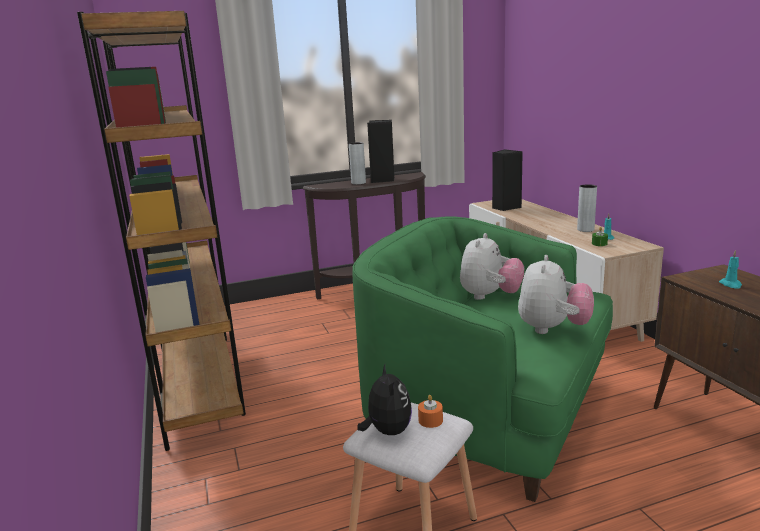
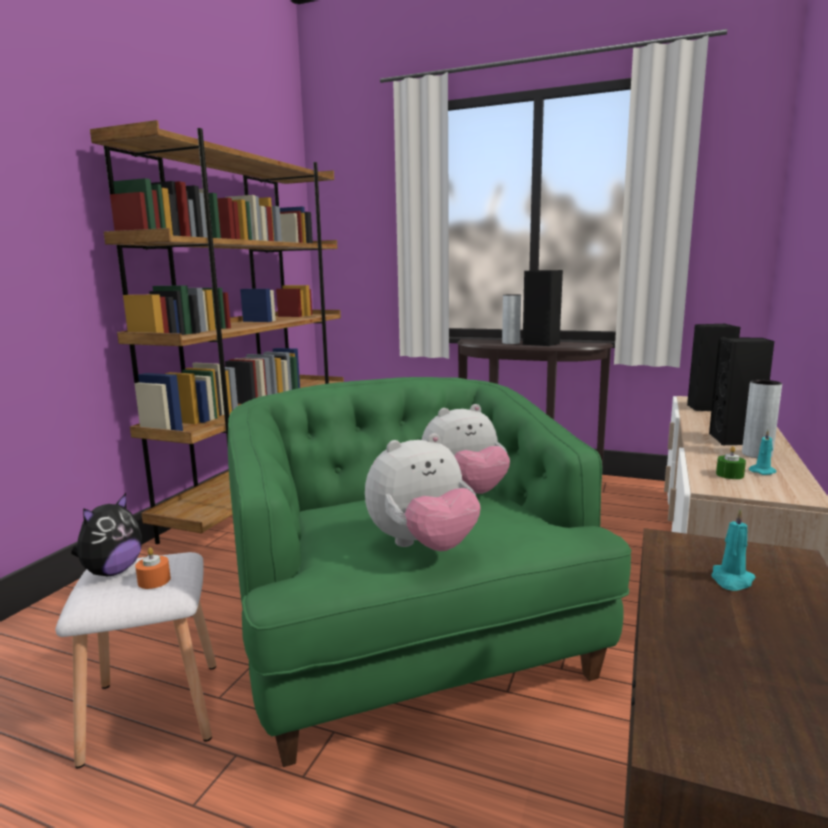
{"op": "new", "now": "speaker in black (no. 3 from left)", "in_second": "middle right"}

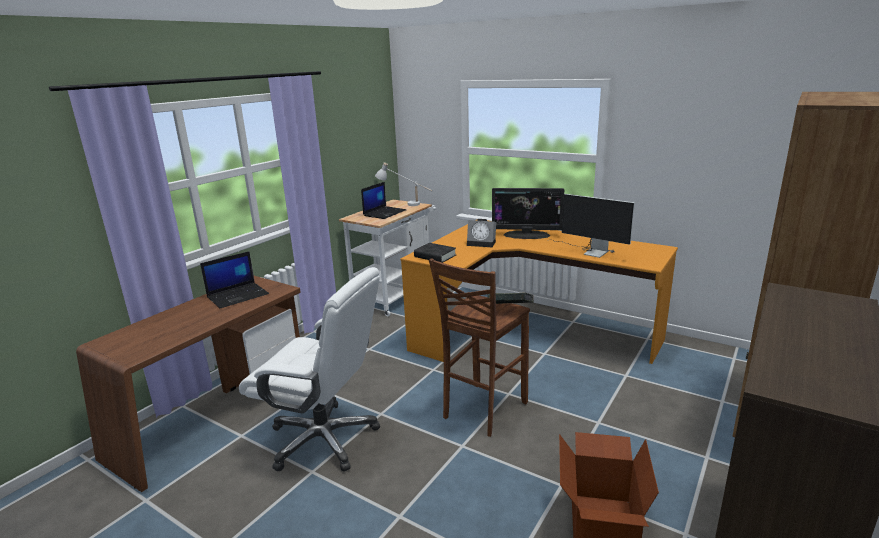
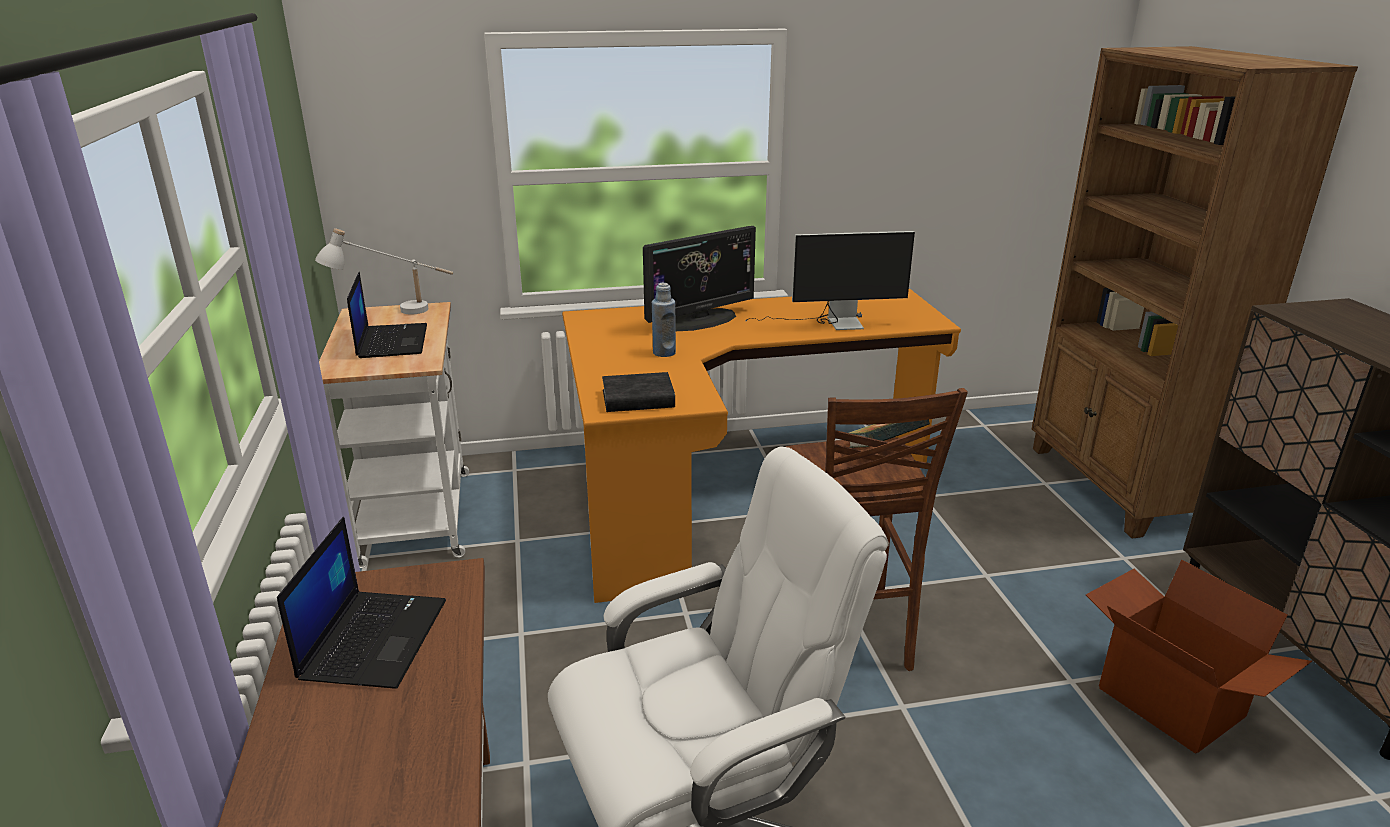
{"op": "swapped", "was": "alarm clock", "now": "bottle in blue", "in_first": "centre", "in_second": "centre"}

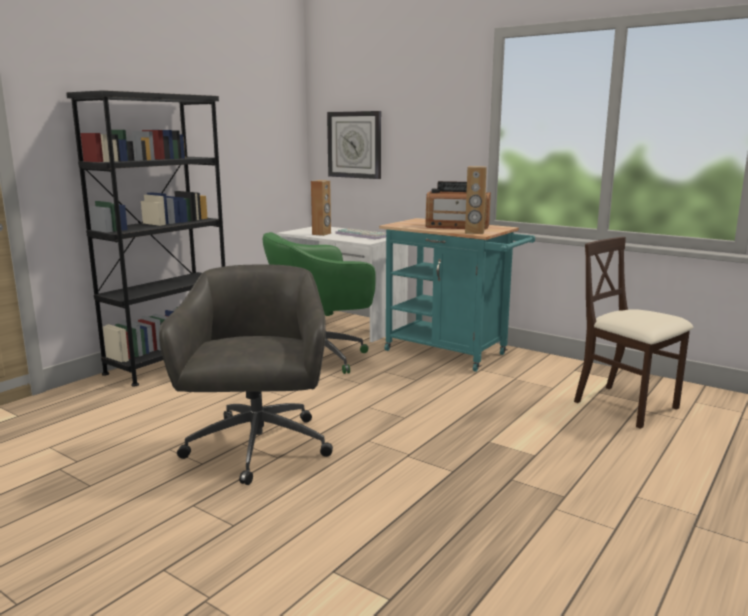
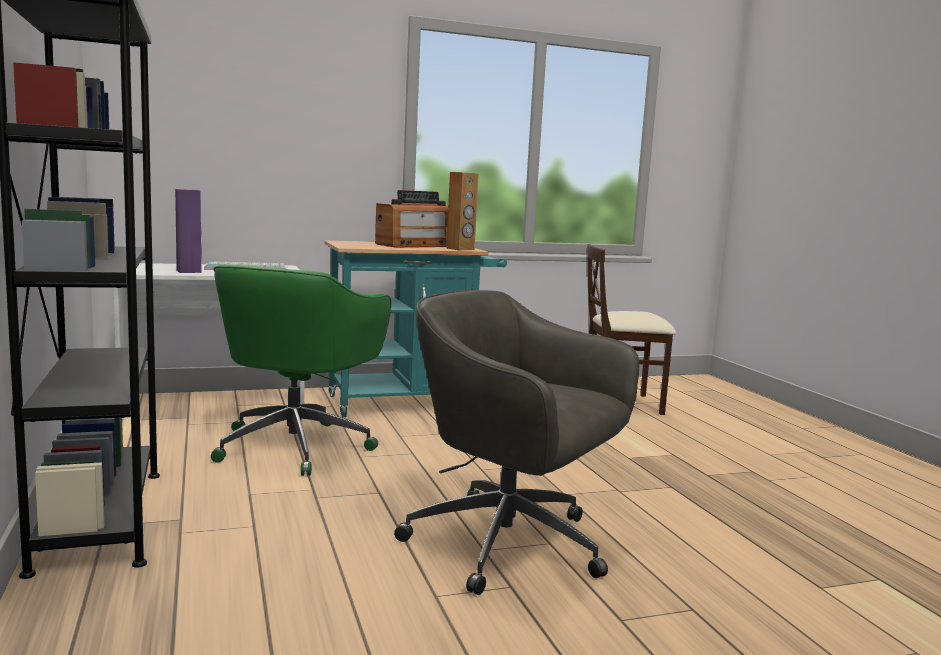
{"op": "gone", "was": "wall clock", "in_first": "top centre"}
{"op": "repainted", "was": "speaker in brown (no. 1 from left)", "now": "speaker in purple", "in_first": "centre", "in_second": "middle left"}

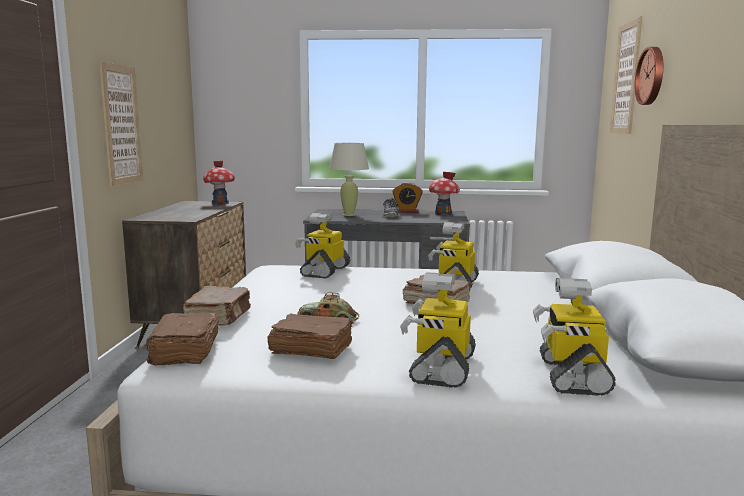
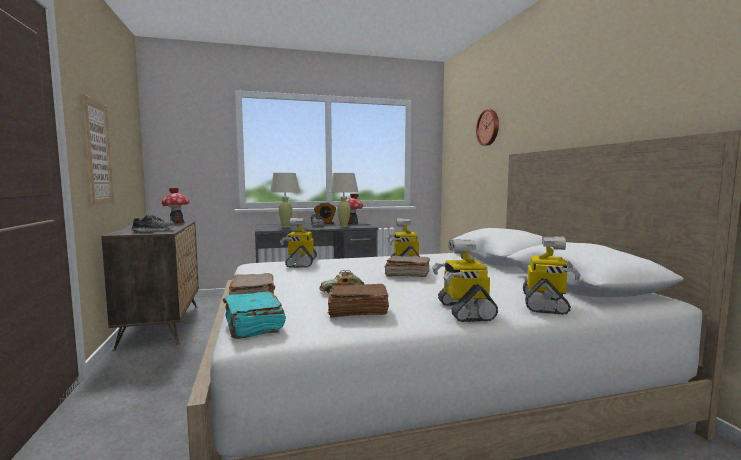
{"op": "gone", "was": "picture (no. 2 from left)", "in_first": "top right"}
{"op": "rotated", "was": "toy robot (no. 4 from left)", "in_first": "bottom right", "in_second": "middle right", "clockwise": -150}
{"op": "repainted", "was": "book in brown (no. 1 from left)", "now": "book in turquoise", "in_first": "bottom left", "in_second": "bottom centre"}
{"op": "new", "now": "table lamp in beige (no. 2 from left)", "in_second": "centre"}
{"op": "new", "now": "shoe (no. 1 from left)", "in_second": "middle left"}

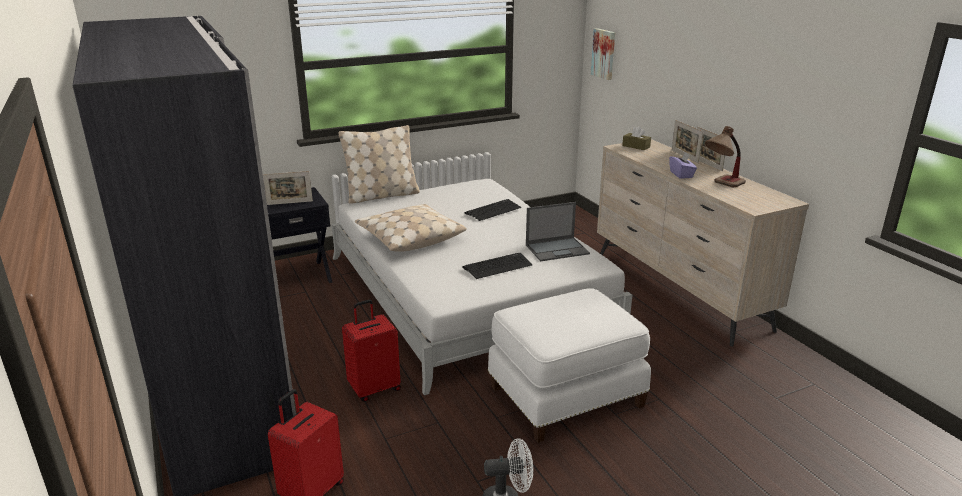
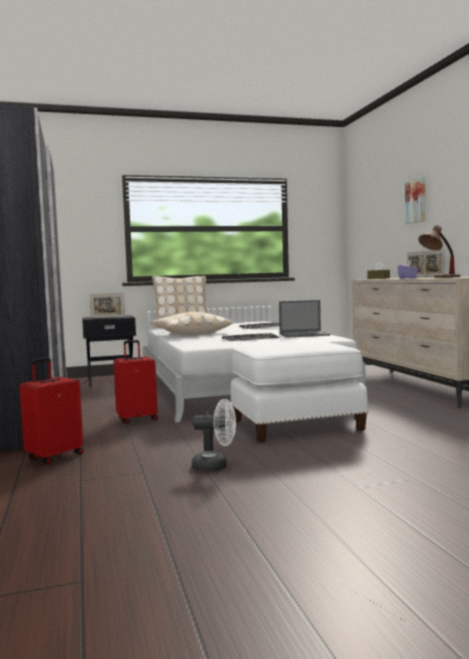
{"op": "shifted", "was": "picture", "in_first": "top centre", "in_second": "top right"}

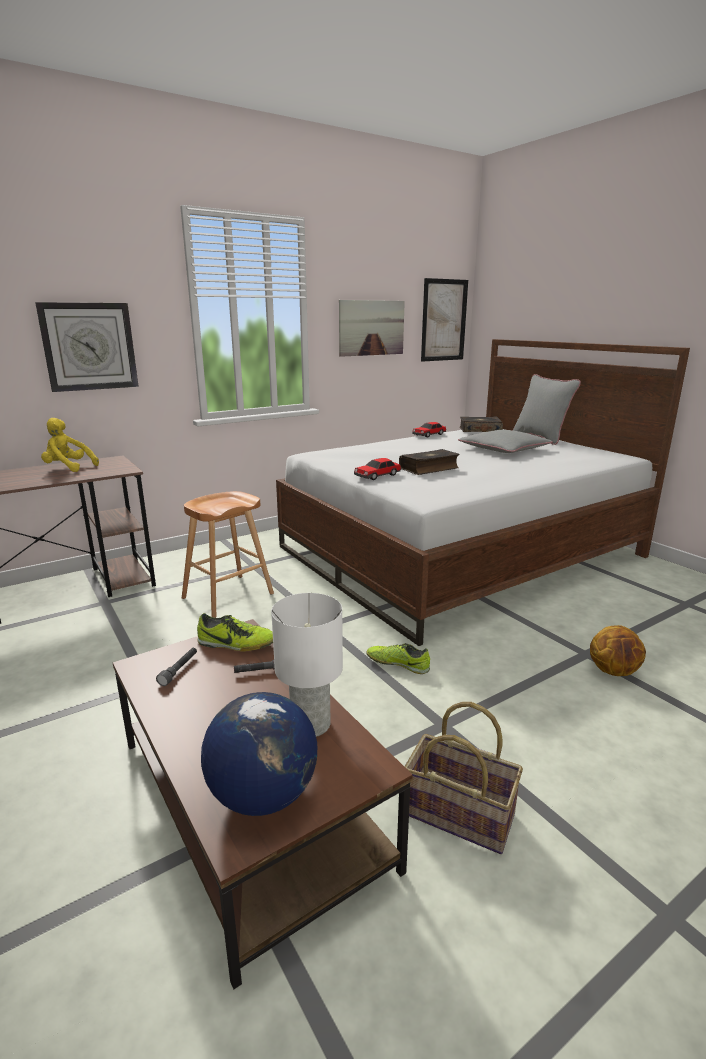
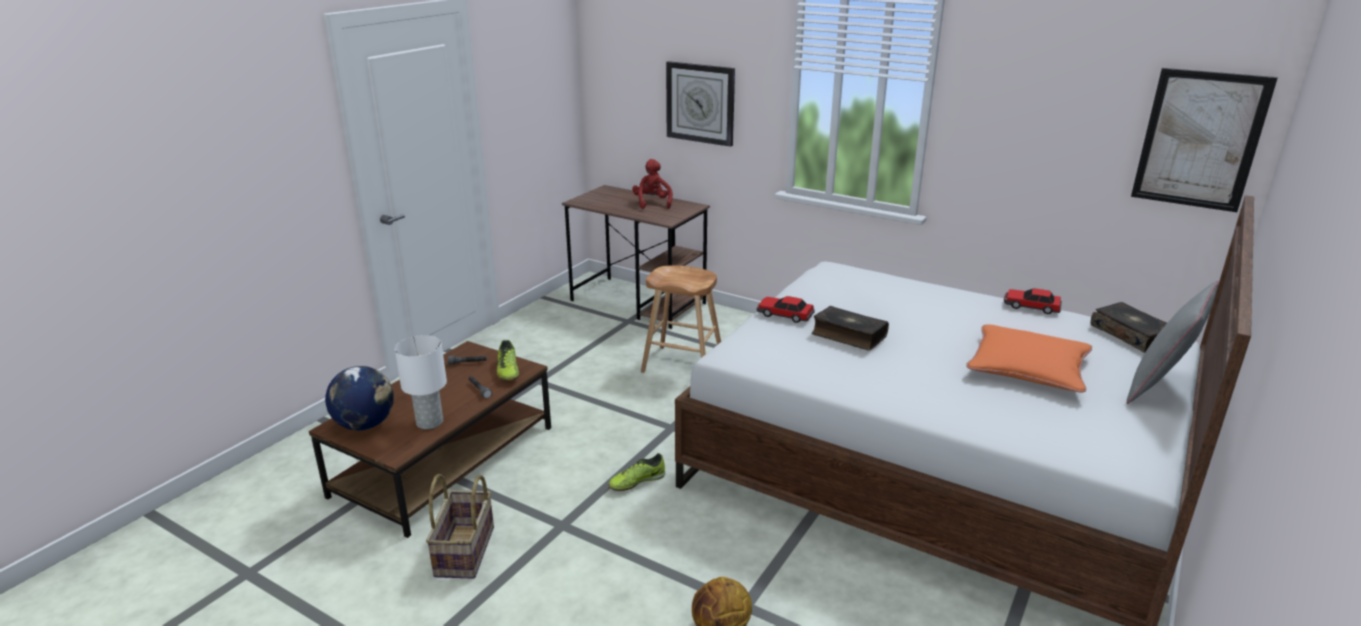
{"op": "gone", "was": "picture (no. 1 from left)", "in_first": "top centre"}
{"op": "repainted", "was": "plush toy in yellow", "now": "plush toy in red", "in_first": "middle left", "in_second": "top centre"}
{"op": "repainted", "was": "pillow in grey (no. 1 from left)", "now": "pillow in orange", "in_first": "middle right", "in_second": "middle right"}
{"op": "rotated", "was": "shoe (no. 2 from left)", "in_first": "centre", "in_second": "bottom centre", "clockwise": -120}

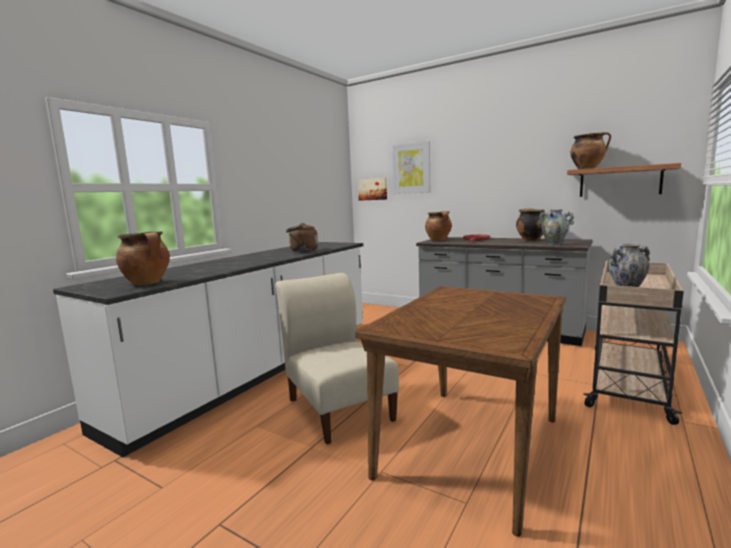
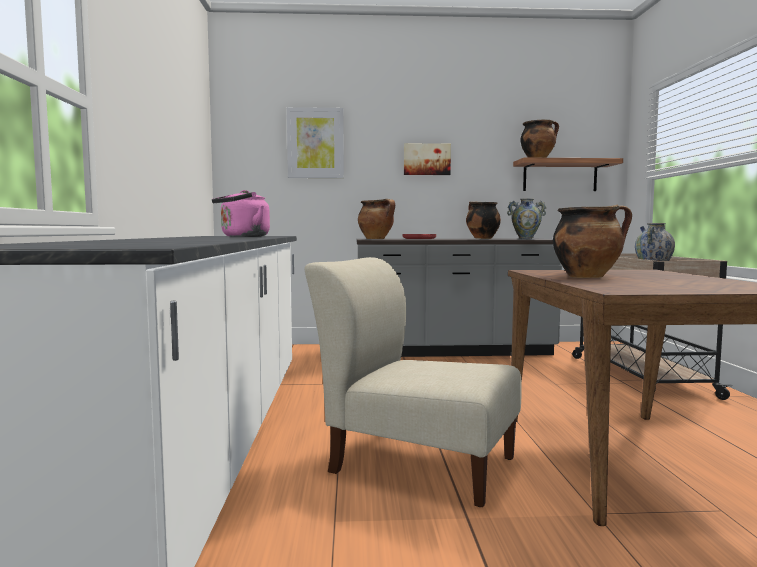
{"op": "shifted", "was": "picture (no. 1 from left in the first image)", "now": "picture (no. 2 from left)", "in_first": "centre", "in_second": "top centre"}
{"op": "repainted", "was": "kettle in brown", "now": "kettle in pink", "in_first": "centre", "in_second": "middle left"}
{"op": "shifted", "was": "cooking pot (no. 1 from left in the first image)", "now": "cooking pot (no. 4 from left)", "in_first": "middle left", "in_second": "middle right"}

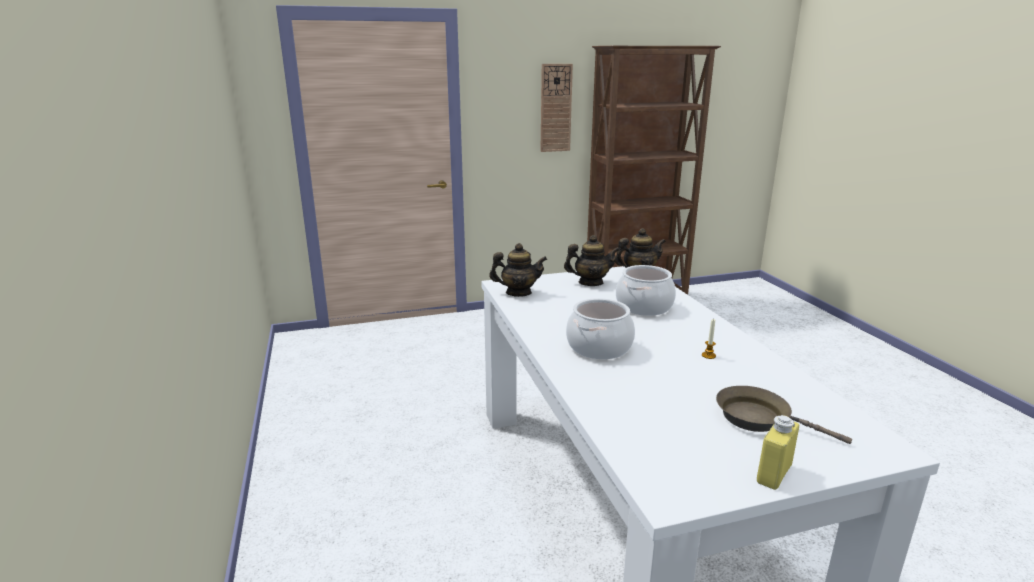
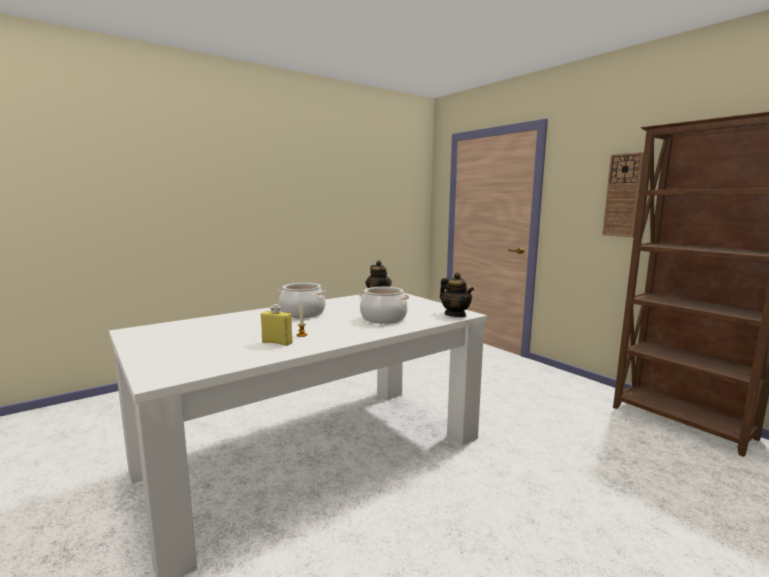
{"op": "gone", "was": "teapot (no. 2 from left)", "in_first": "centre"}
{"op": "gone", "was": "frying pan in brown", "in_first": "bottom right"}
{"op": "shifted", "was": "bottle in yellow", "in_first": "bottom right", "in_second": "centre"}

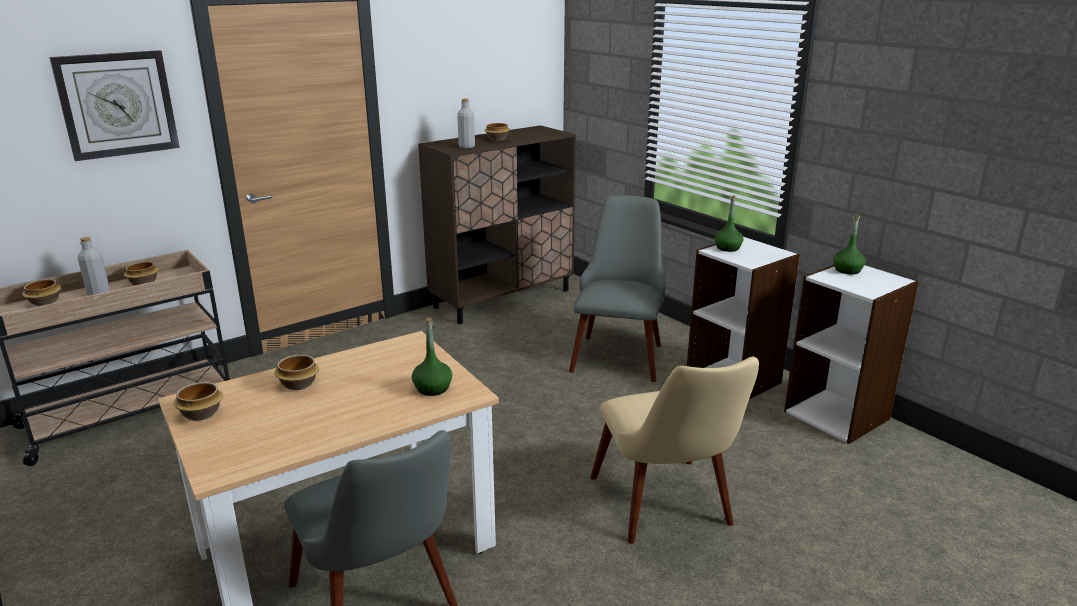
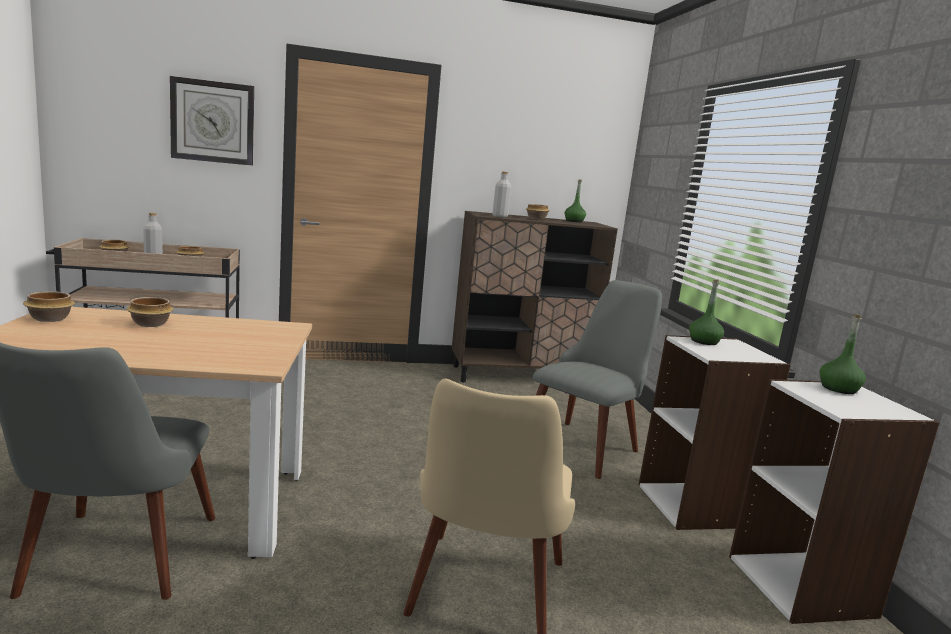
{"op": "shifted", "was": "bottle in green (no. 1 from left)", "in_first": "centre", "in_second": "top centre"}

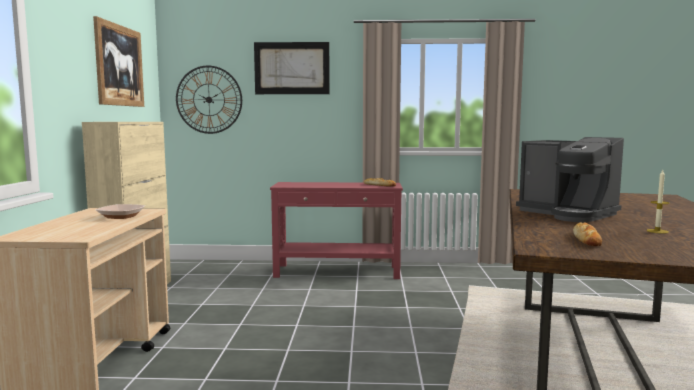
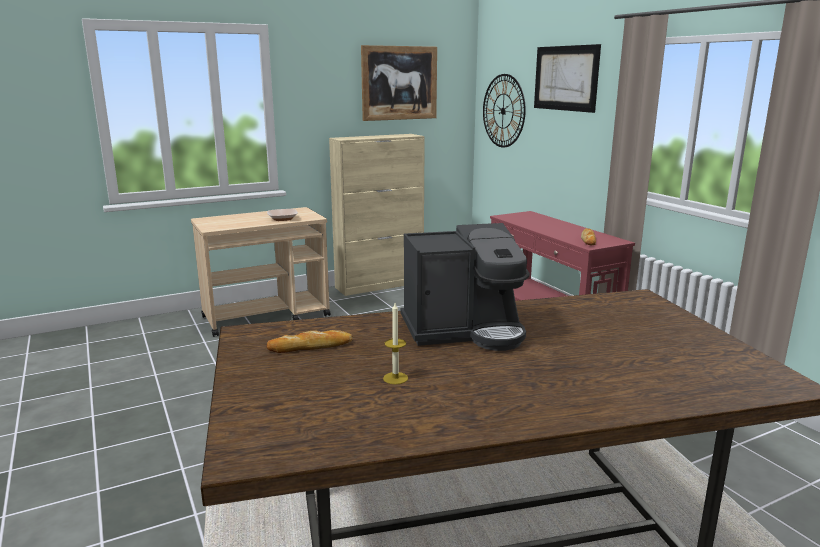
{"op": "rotated", "was": "coffee machine", "in_first": "middle right", "in_second": "centre", "clockwise": -120}

